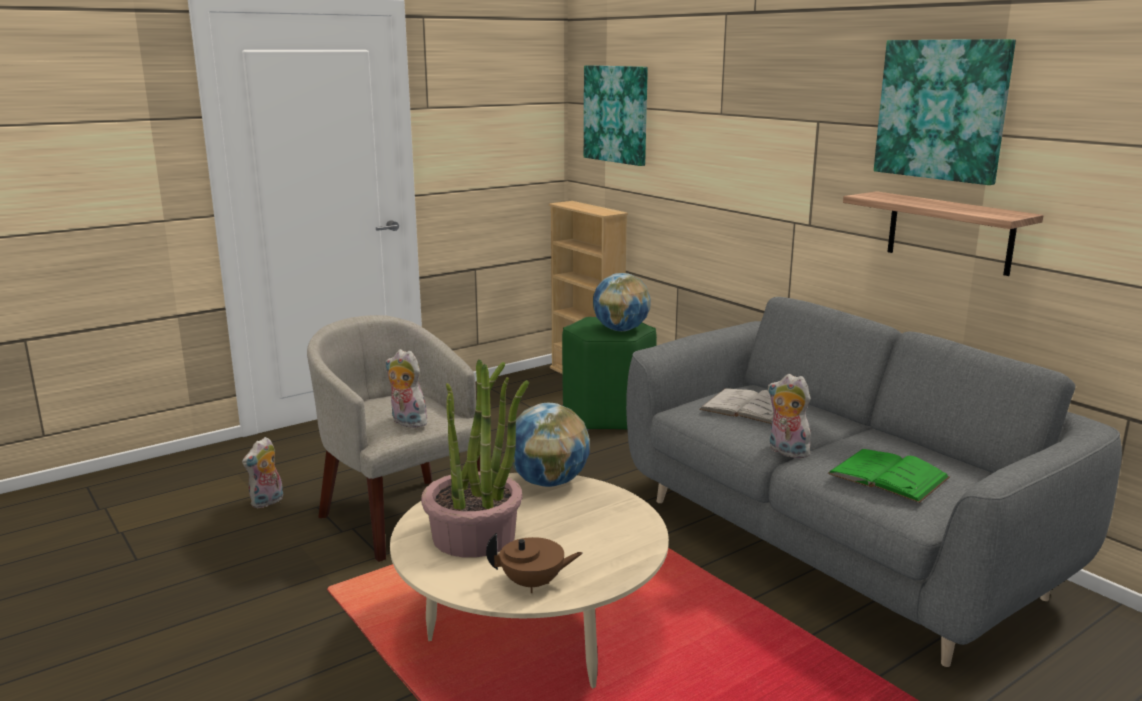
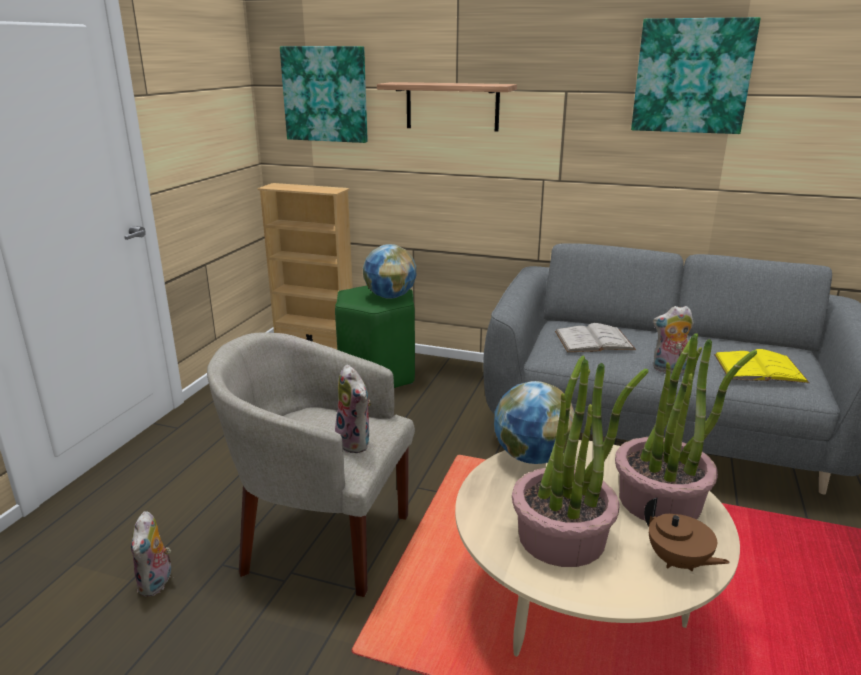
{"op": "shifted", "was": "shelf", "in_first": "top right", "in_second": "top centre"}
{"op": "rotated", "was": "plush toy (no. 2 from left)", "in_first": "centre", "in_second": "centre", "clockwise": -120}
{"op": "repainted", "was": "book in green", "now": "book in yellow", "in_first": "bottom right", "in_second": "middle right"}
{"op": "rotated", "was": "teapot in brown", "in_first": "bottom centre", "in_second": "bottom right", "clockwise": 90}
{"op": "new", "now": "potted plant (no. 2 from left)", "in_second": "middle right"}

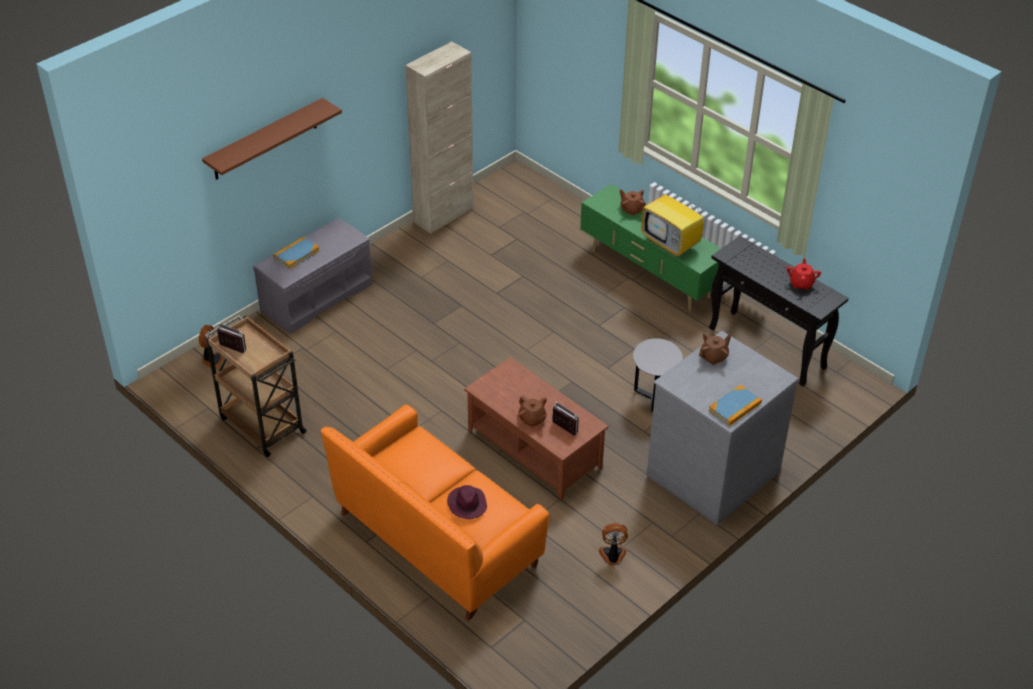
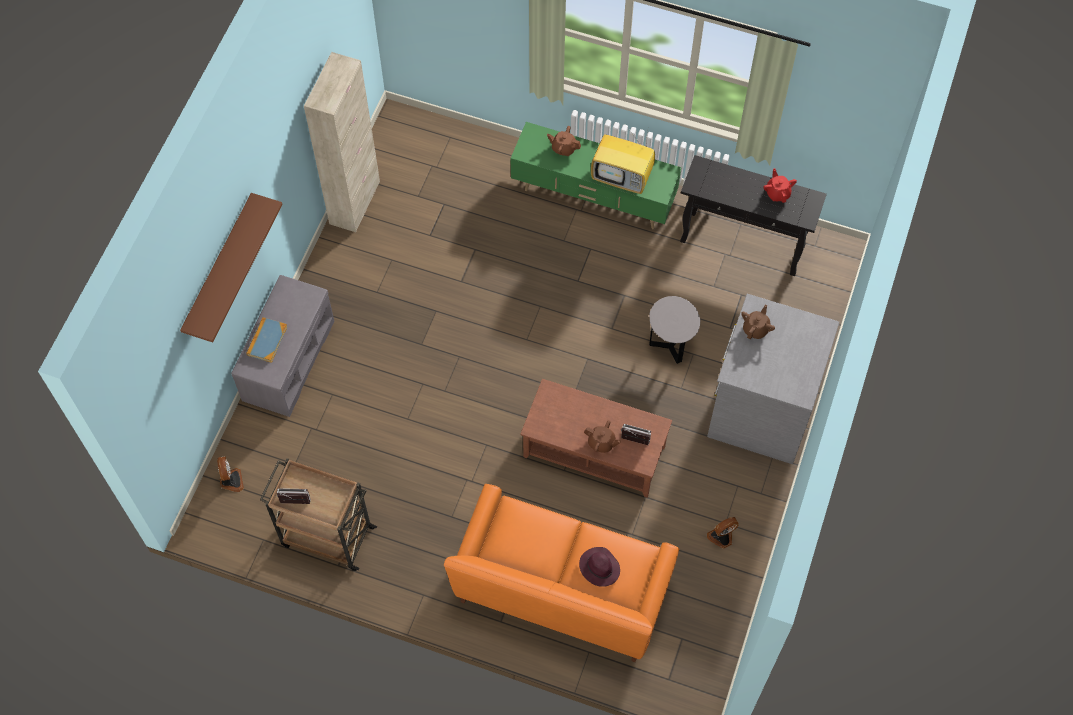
{"op": "gone", "was": "book (no. 2 from left)", "in_first": "middle right"}

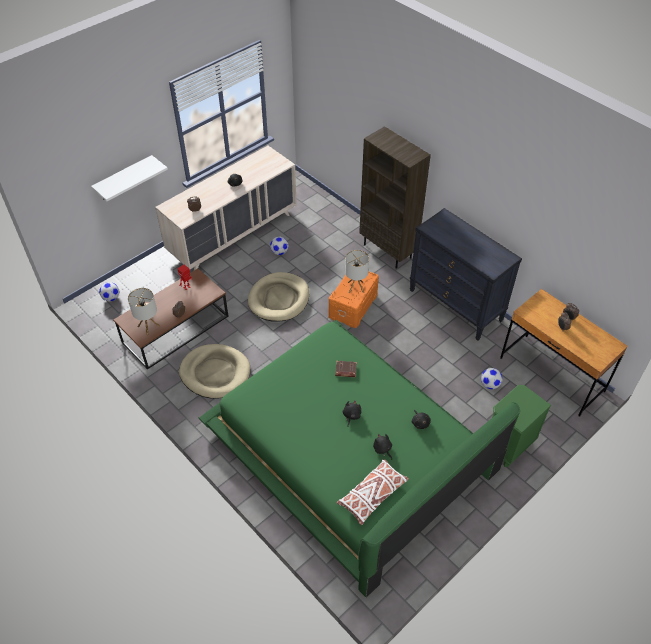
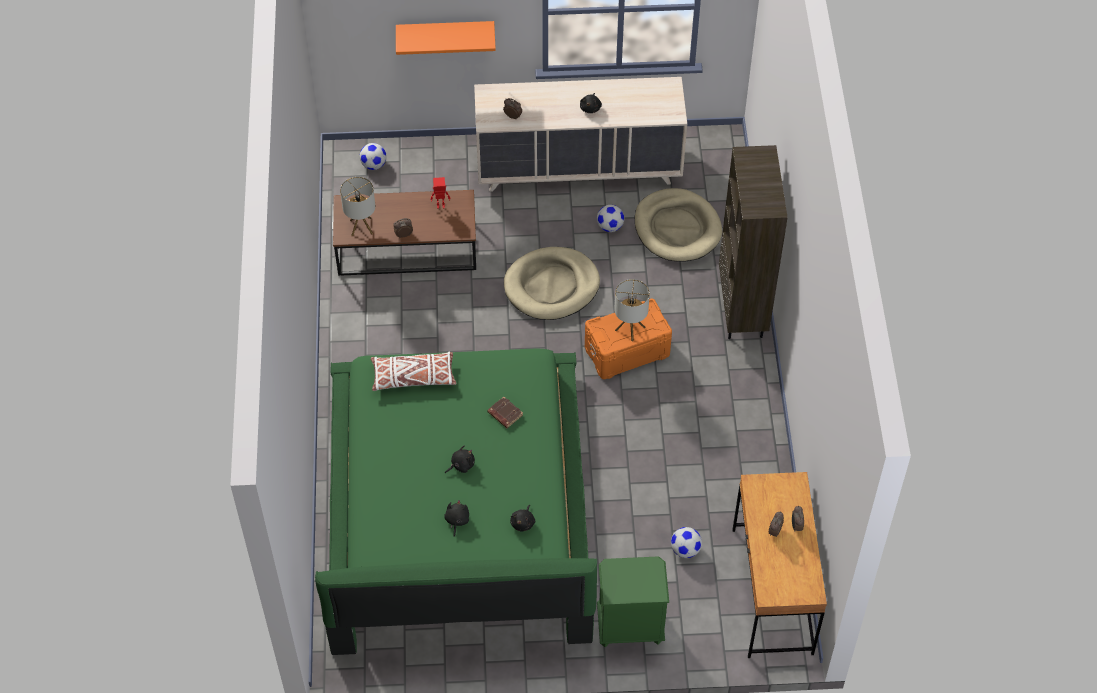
{"op": "repainted", "was": "shelf in white", "now": "shelf in orange", "in_first": "top left", "in_second": "top centre"}
{"op": "gone", "was": "dresser in black", "in_first": "middle right"}
{"op": "shifted", "was": "dog bed in beige (no. 1 from left in the first image)", "now": "dog bed in beige (no. 2 from left)", "in_first": "middle left", "in_second": "top centre"}
{"op": "shifted", "was": "pillow in white", "in_first": "bottom centre", "in_second": "centre"}

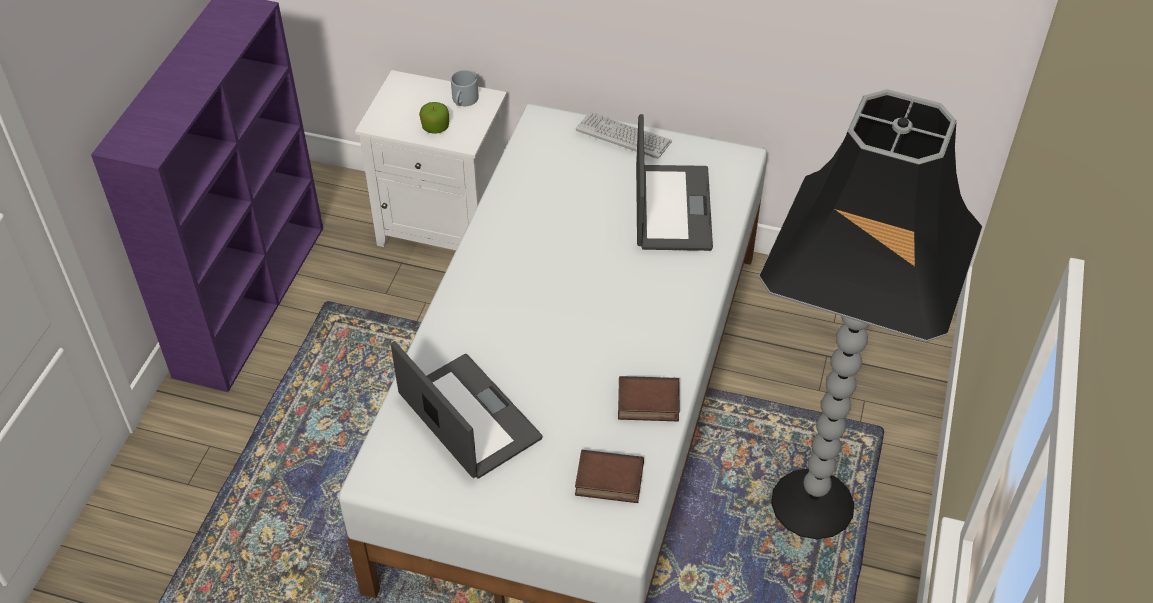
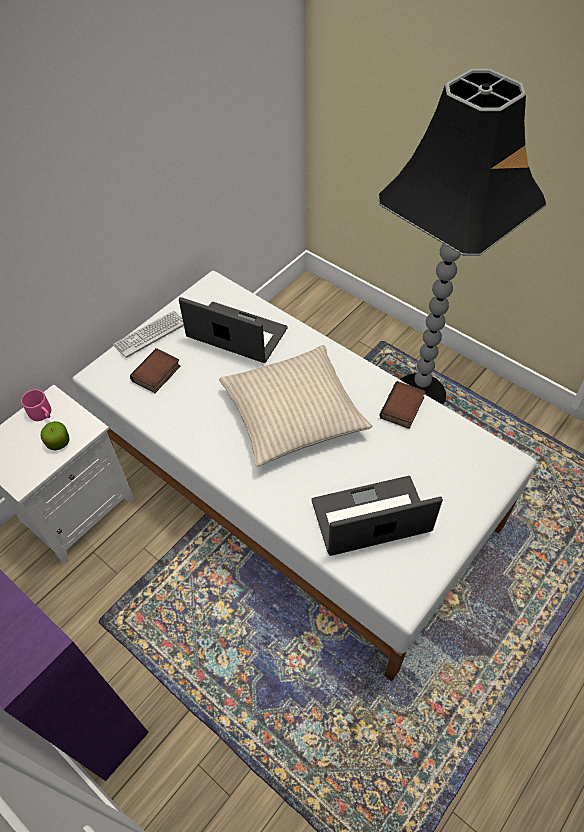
{"op": "repainted", "was": "mug in grey", "now": "mug in pink", "in_first": "top centre", "in_second": "middle left"}
{"op": "shifted", "was": "book (no. 1 from left)", "in_first": "bottom centre", "in_second": "middle left"}
{"op": "new", "now": "pillow in beige", "in_second": "centre"}

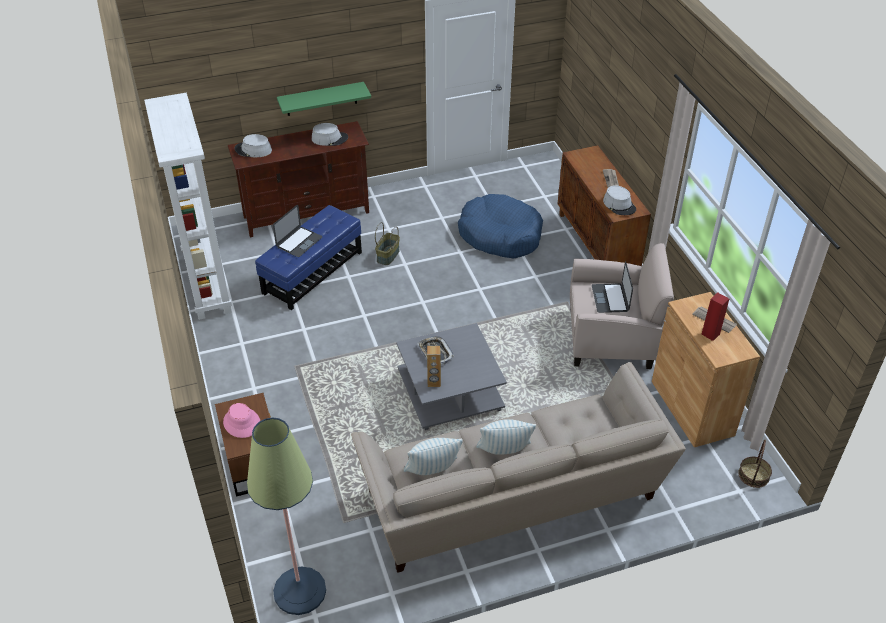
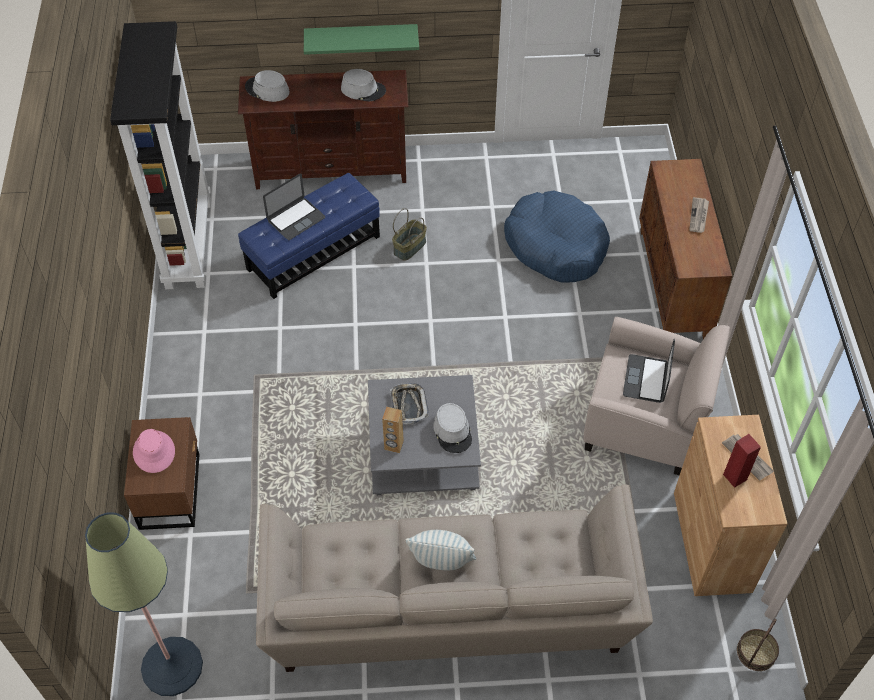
{"op": "repainted", "was": "bookcase in white", "now": "bookcase in black", "in_first": "top left", "in_second": "top left"}
{"op": "shifted", "was": "hat in grey (no. 3 from left)", "in_first": "top right", "in_second": "centre"}
{"op": "gone", "was": "pillow (no. 1 from left)", "in_first": "bottom centre"}

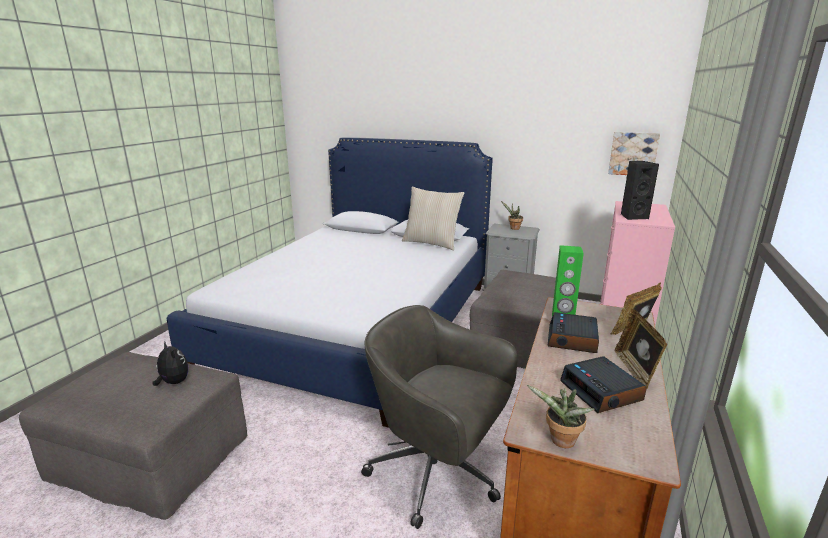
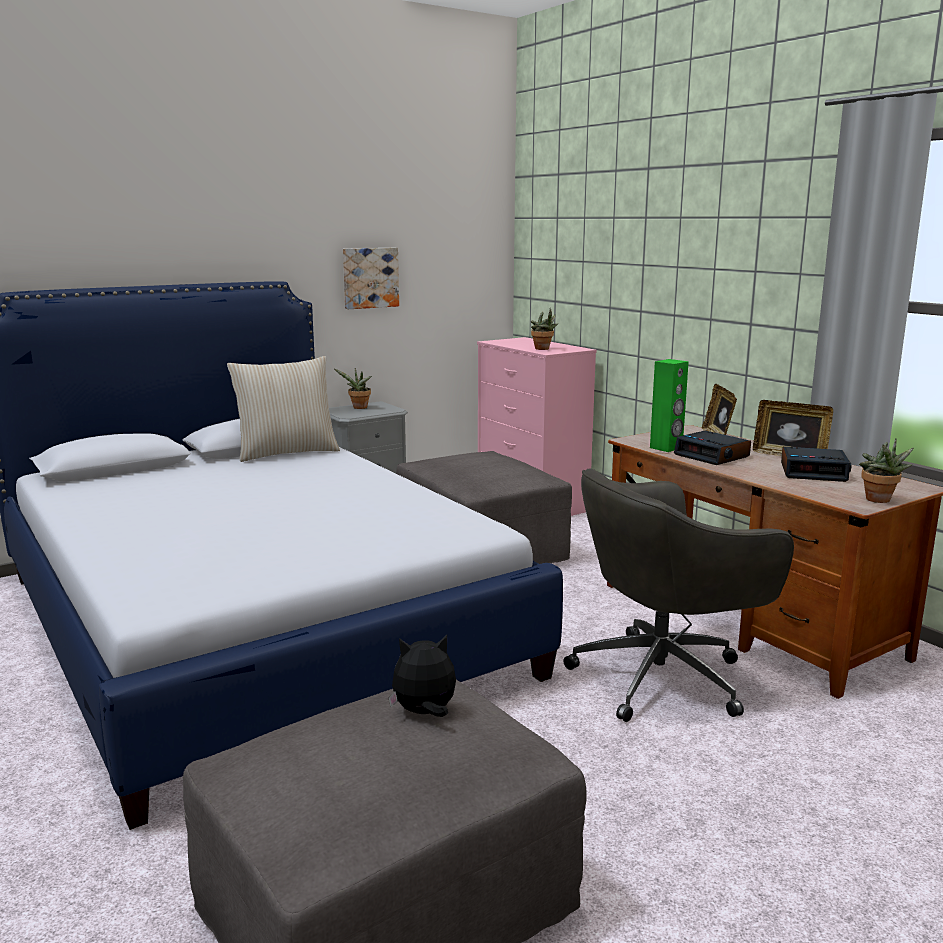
{"op": "shifted", "was": "picture", "in_first": "top right", "in_second": "top centre"}
{"op": "swapped", "was": "speaker in black", "now": "potted plant (no. 2 from left)", "in_first": "middle right", "in_second": "centre"}

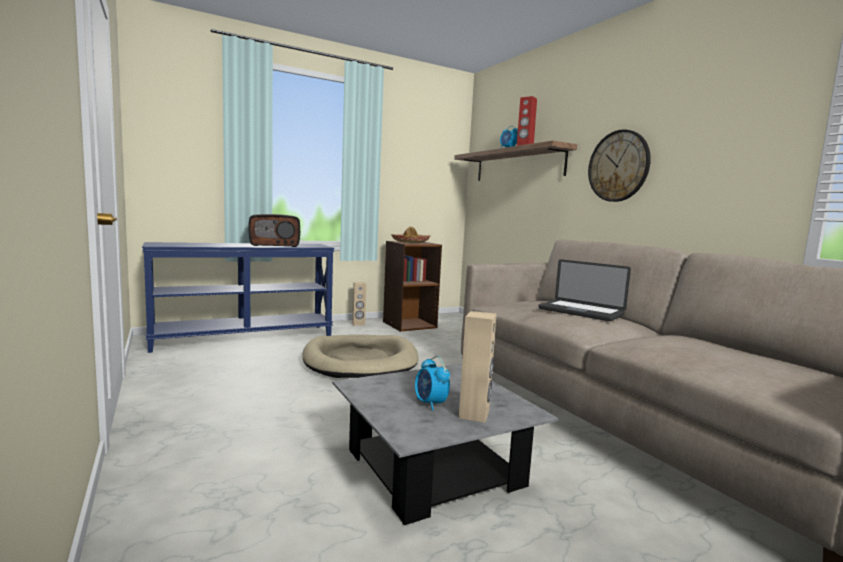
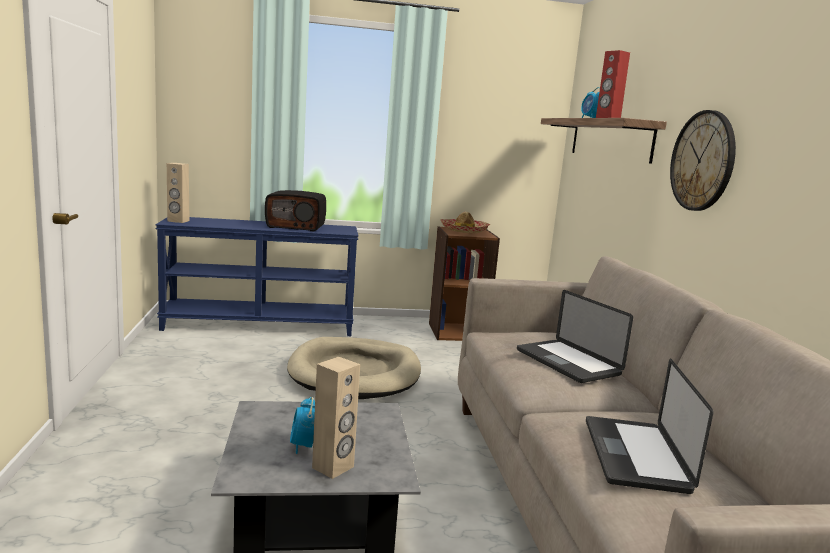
{"op": "shifted", "was": "speaker in beige (no. 1 from left)", "in_first": "centre", "in_second": "middle left"}
{"op": "new", "now": "laptop (no. 2 from left)", "in_second": "bottom right"}

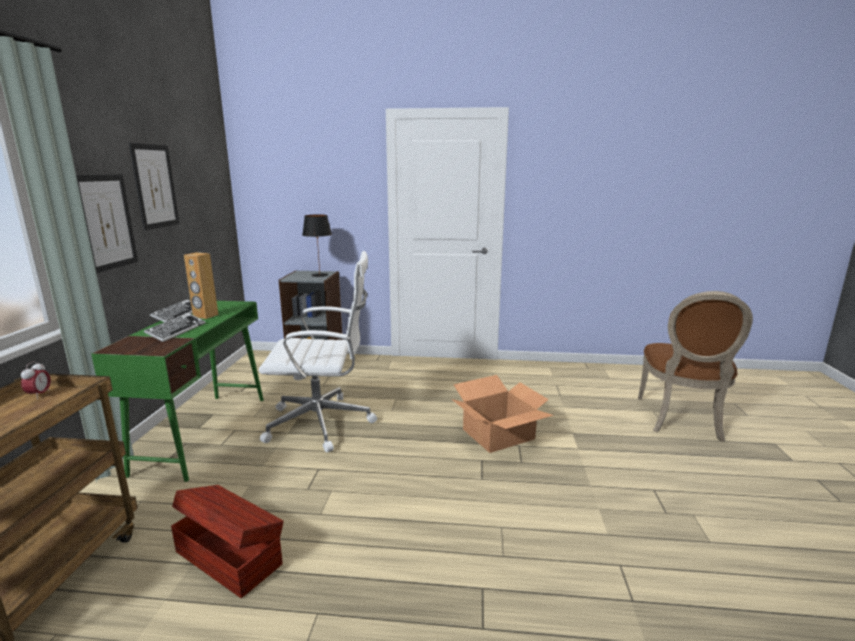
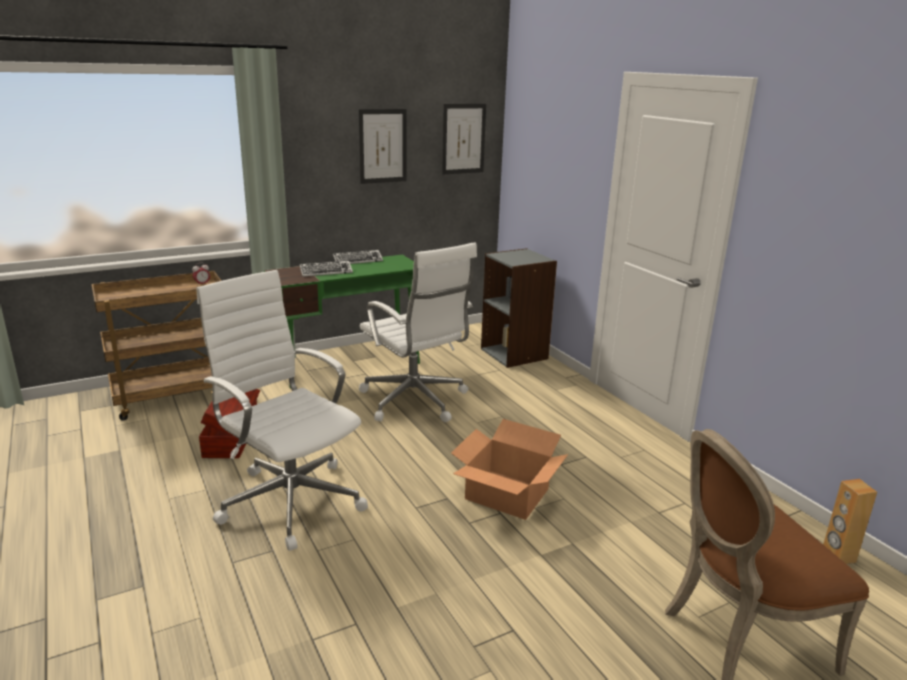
{"op": "shifted", "was": "picture (no. 1 from left in the first image)", "now": "picture (no. 2 from left)", "in_first": "middle left", "in_second": "top centre"}
{"op": "gone", "was": "table lamp in black", "in_first": "centre"}
{"op": "shifted", "was": "speaker in brown", "in_first": "middle left", "in_second": "bottom right"}
{"op": "new", "now": "office chair in white (no. 1 from left)", "in_second": "middle left"}

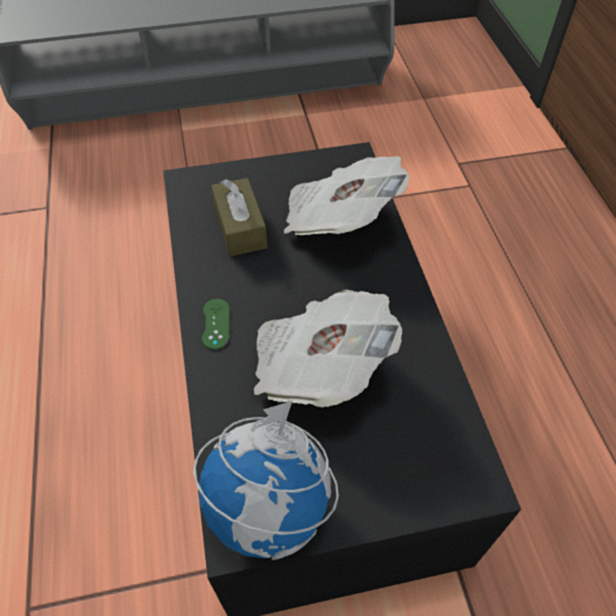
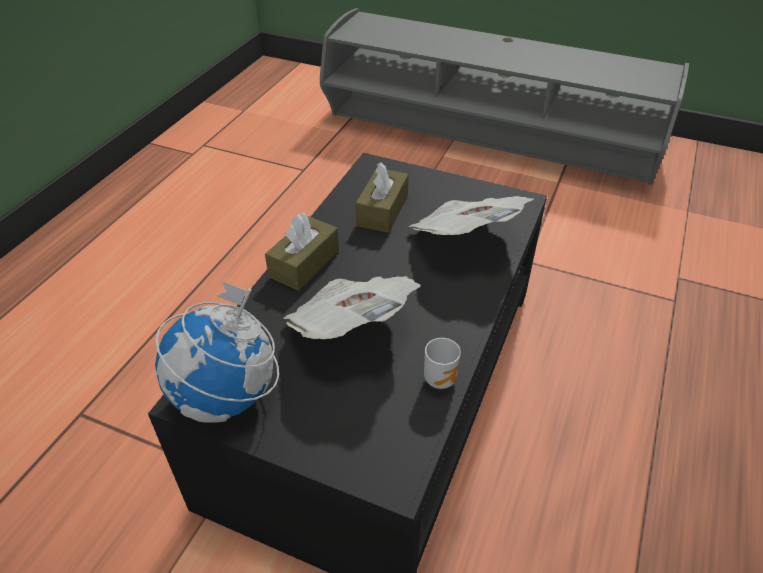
{"op": "swapped", "was": "game controller in green", "now": "tissue box in brown (no. 1 from left)", "in_first": "centre", "in_second": "centre"}
{"op": "new", "now": "mug", "in_second": "centre"}

